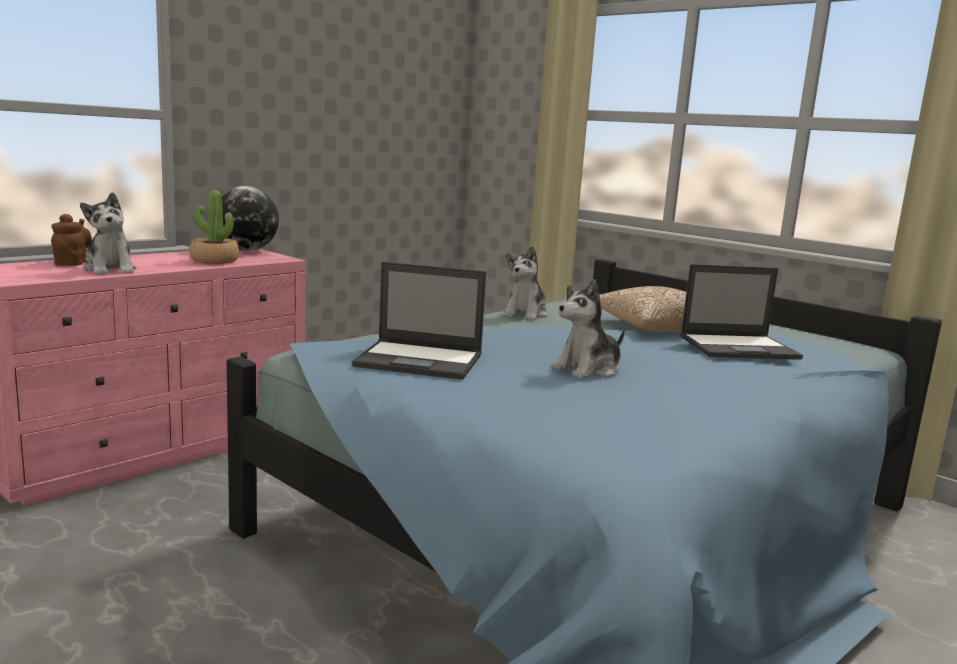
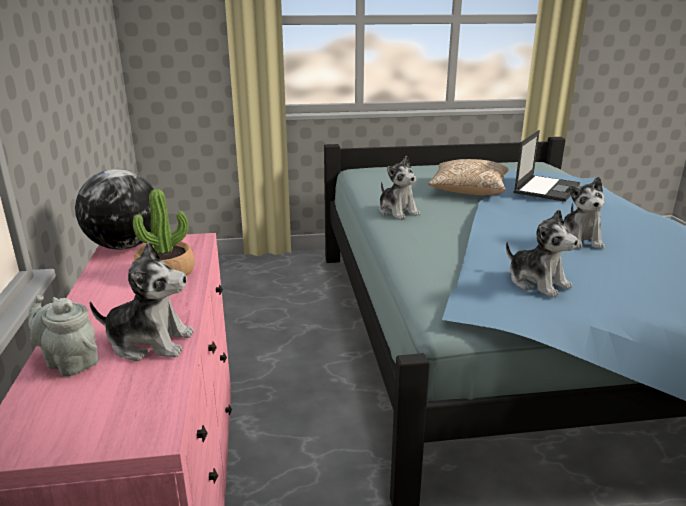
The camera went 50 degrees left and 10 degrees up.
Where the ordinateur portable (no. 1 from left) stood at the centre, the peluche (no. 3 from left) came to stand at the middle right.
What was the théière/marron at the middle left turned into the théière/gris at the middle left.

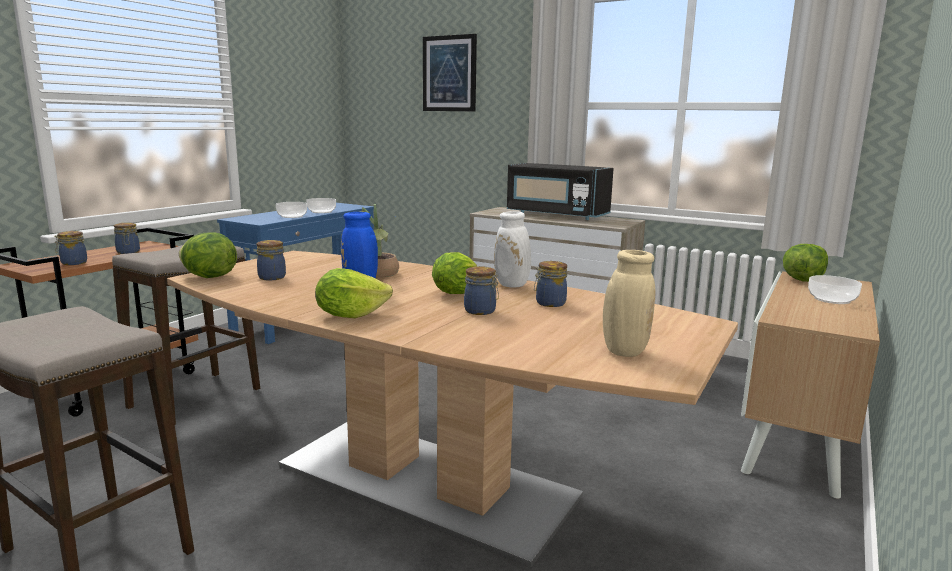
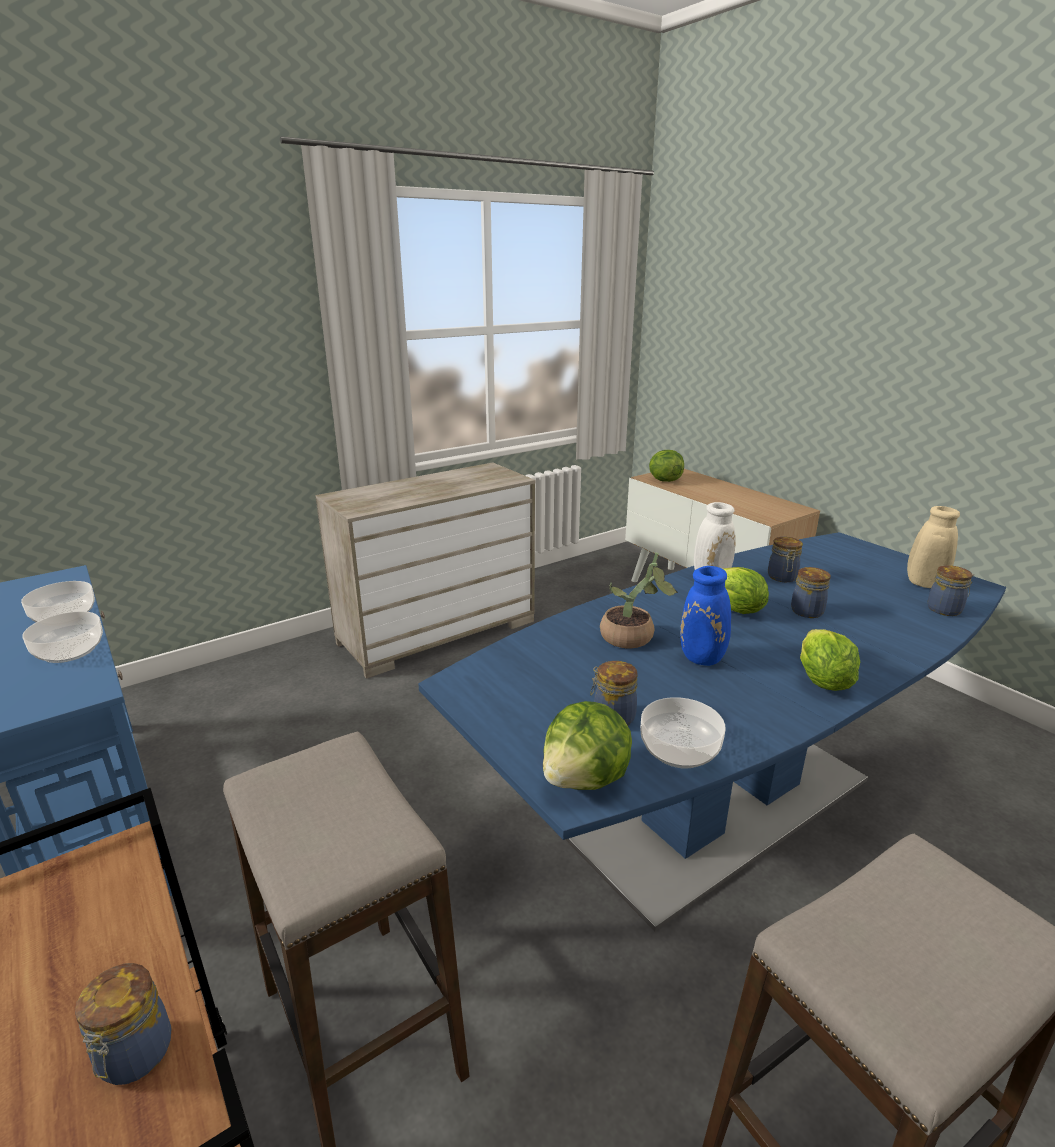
The camera went 65 degrees left and 10 degrees up.
The second view lost the tableau at the top centre.
The second view lost the micro-ondes/noir at the centre.
The bocal (no. 2 from left in the first image) ended up elsewhere, having gone from the middle left to the middle right.
The bol (no. 3 from left) ended up elsewhere, having gone from the middle right to the centre.
What was the table à manger/marron at the bottom centre turned into the table à manger/bleu at the middle right.

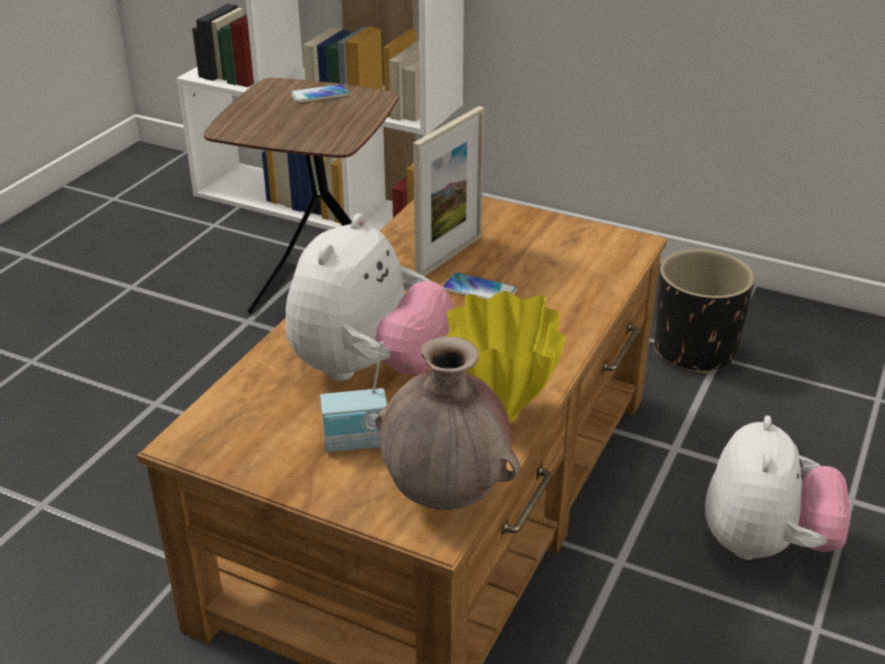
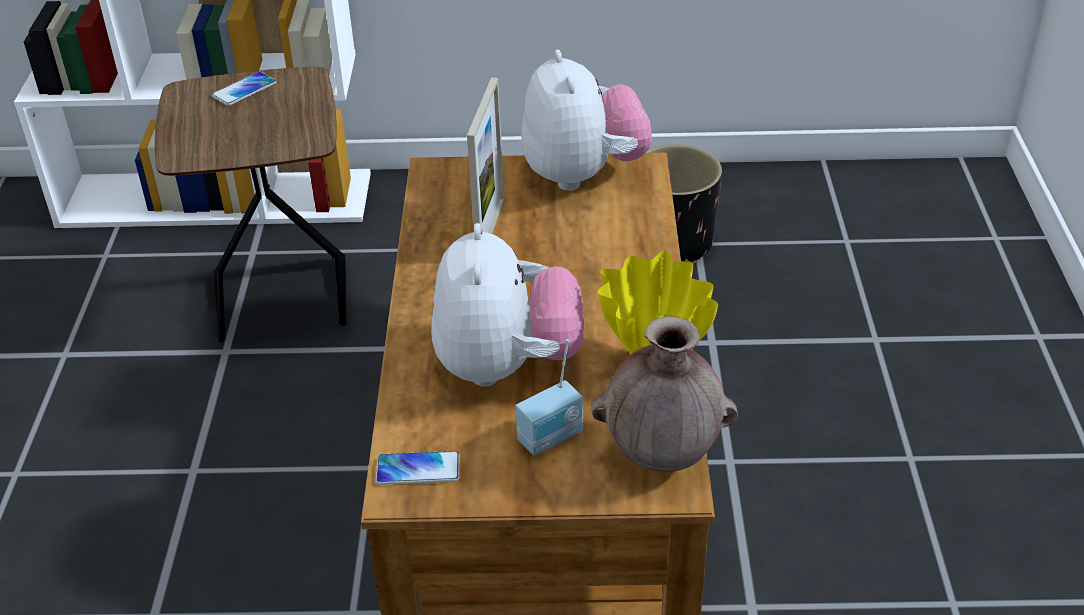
The camera went 25 degrees left and 5 degrees up.
The téléphone (no. 2 from left) ended up elsewhere, having gone from the centre to the bottom centre.
The peluche (no. 2 from left) ended up elsewhere, having gone from the bottom right to the top centre.

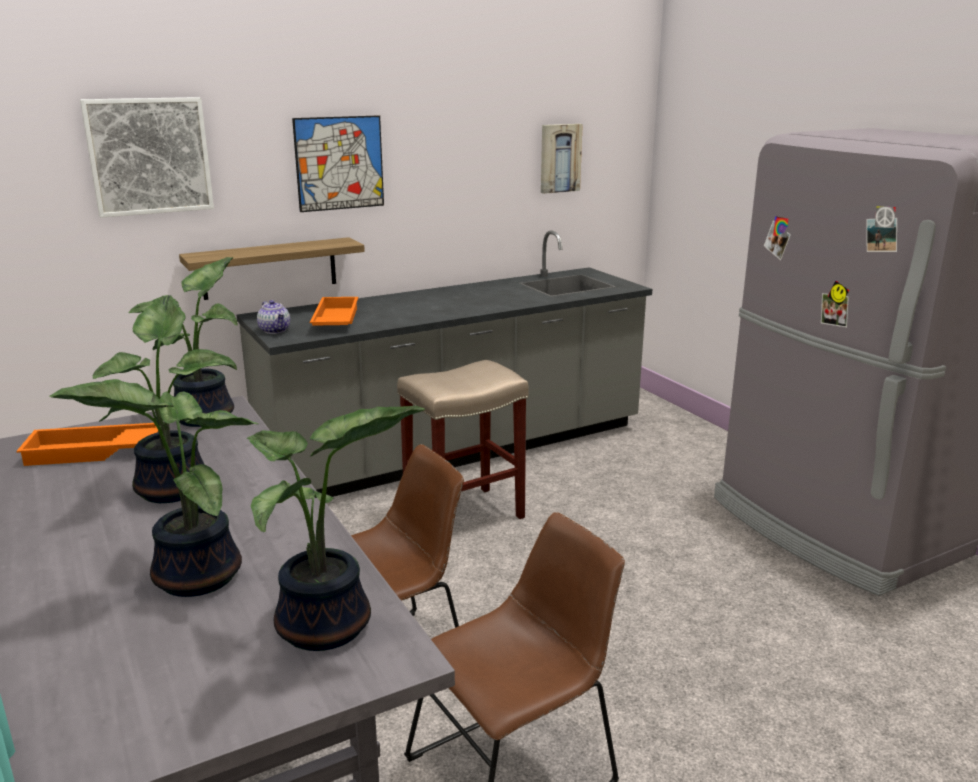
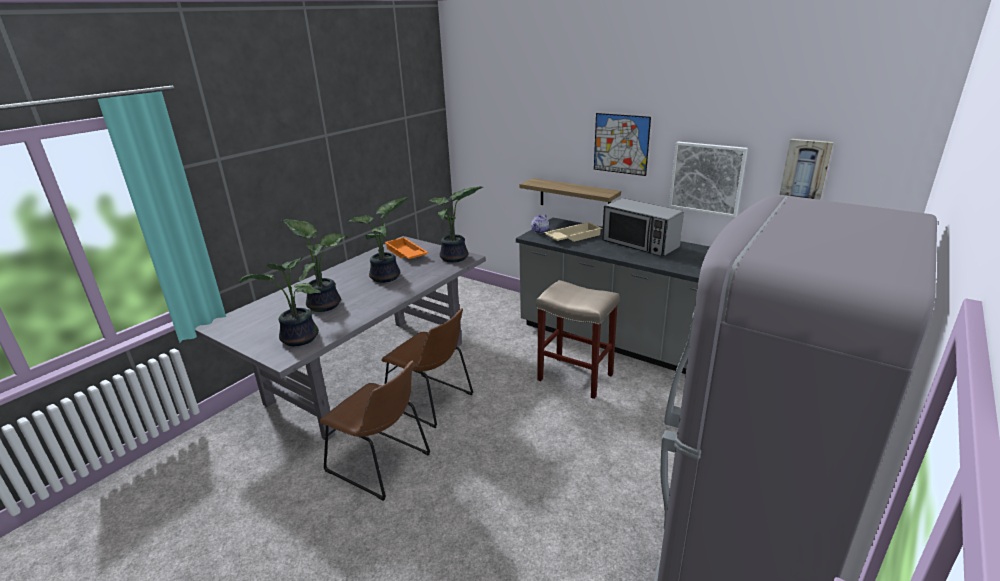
The camera went 65 degrees right and 5 degrees up.
The second view gained the micro-ondes at the centre.
The tableau (no. 1 from left in the first image) ended up elsewhere, having gone from the top left to the top right.
What was the plateau/orange (no. 2 from left) at the centre turned into the plateau/beige at the centre.

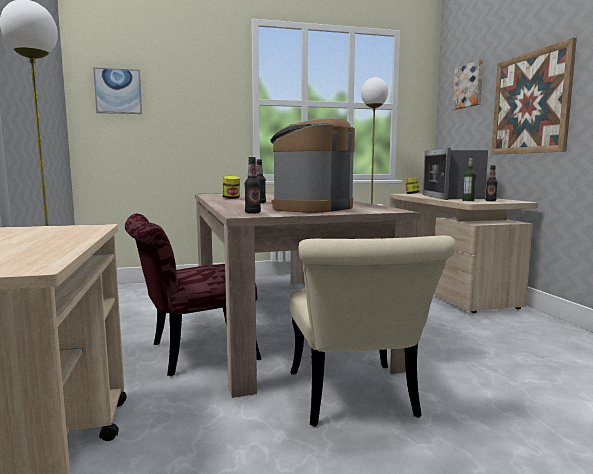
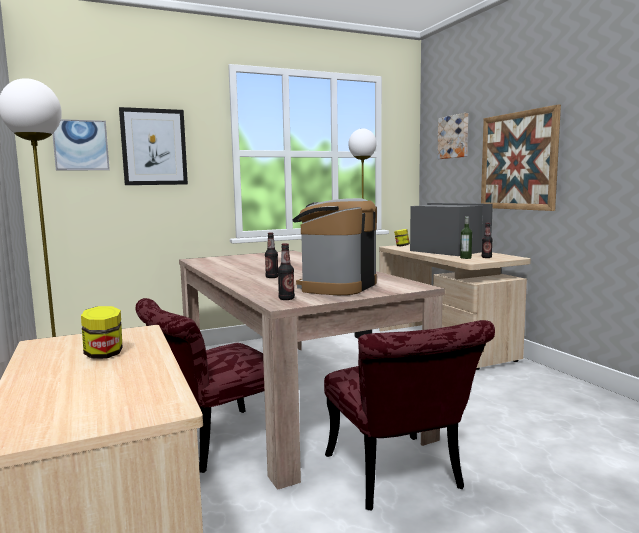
The camera went 10 degrees left and 0 degrees up.
The second view gained the tableau (no. 2 from left) at the top left.
The bocal (no. 1 from left) ended up elsewhere, having gone from the centre to the middle left.
What was the chaise/beige at the bottom centre turned into the chaise/rouge (no. 2 from left) at the bottom centre.
The micro-ondes at the middle right ended up facing another way, 150 degrees clockwise from before.

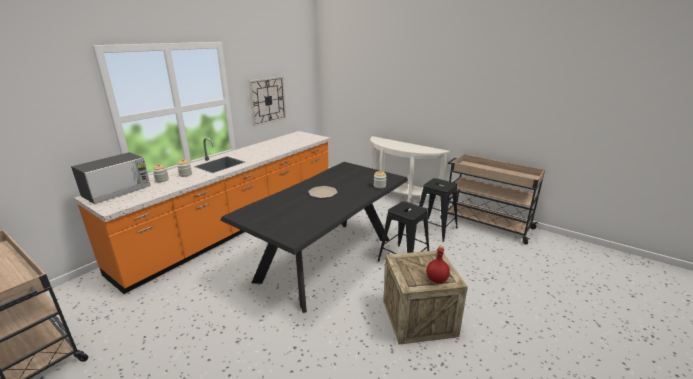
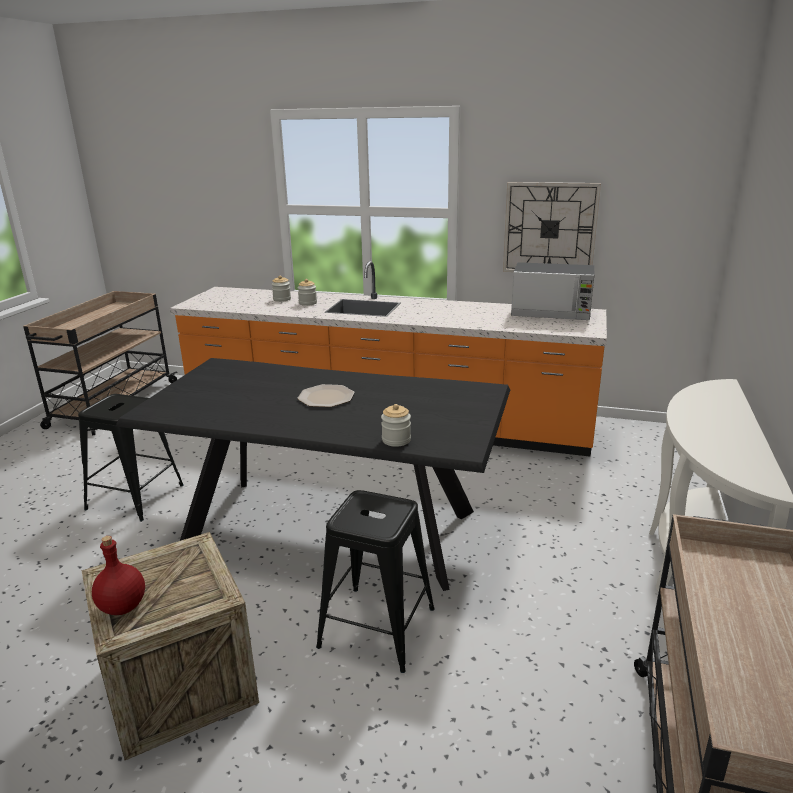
The camera went 70 degrees right and 0 degrees up.
The micro-ondes ended up elsewhere, having gone from the middle left to the middle right.
The tabouret/noir (no. 2 from left in the first image) ended up elsewhere, having gone from the centre to the middle left.

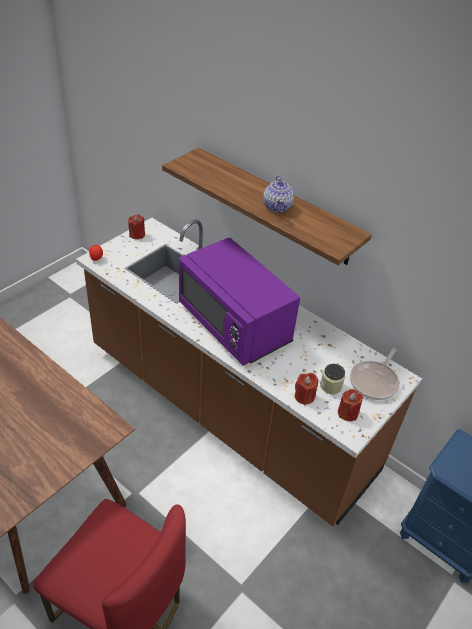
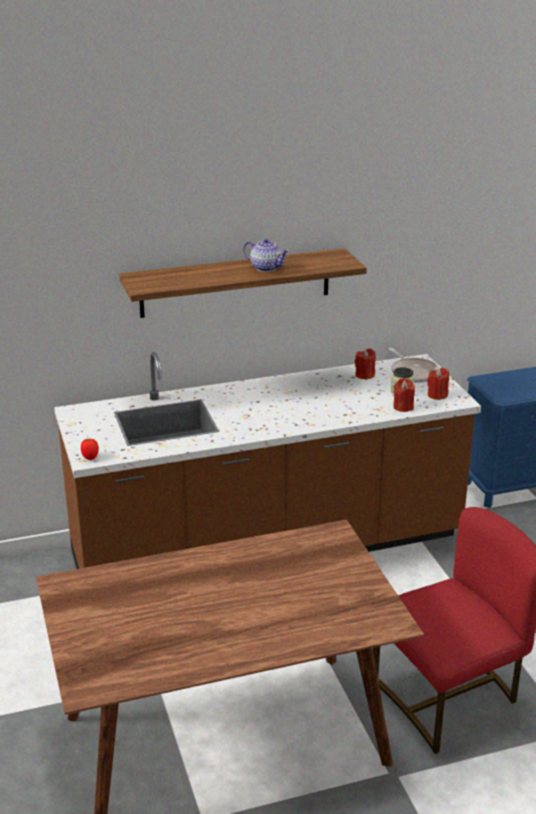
The camera went 55 degrees left and 15 degrees down.
The second view lost the micro-ondes/violet at the centre.
The bougie/rouge (no. 1 from left) ended up elsewhere, having gone from the middle left to the middle right.

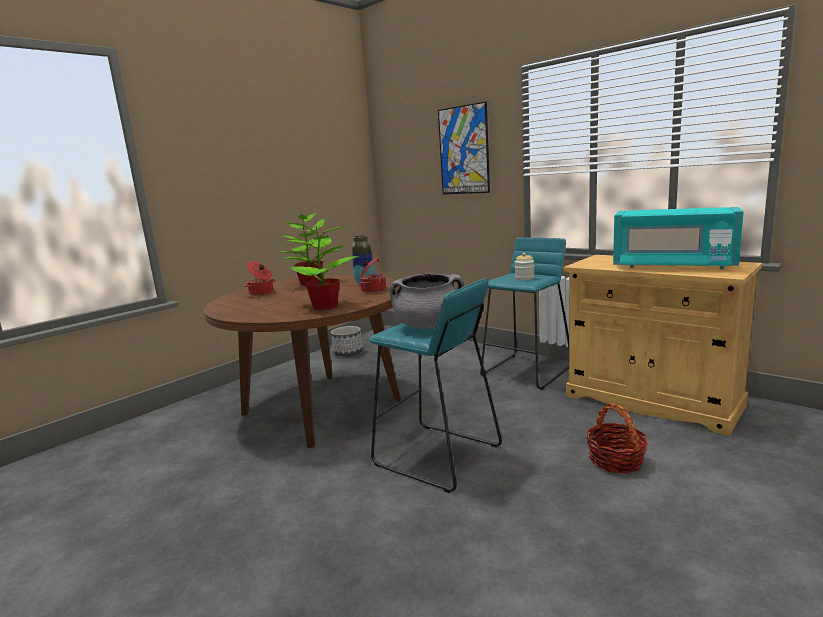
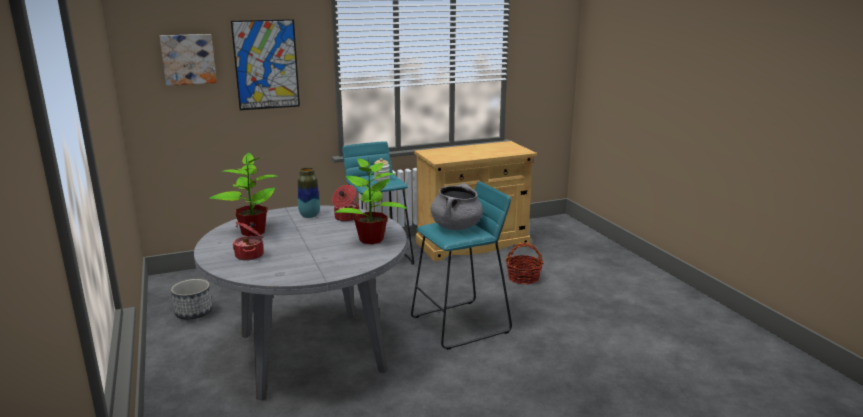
The camera went 65 degrees left and 5 degrees up.
The second view lost the micro-ondes/turquoise at the middle right.
The second view gained the tableau (no. 1 from left) at the top left.
What was the table à manger/marron at the centre turned into the table à manger/gris at the bottom centre.

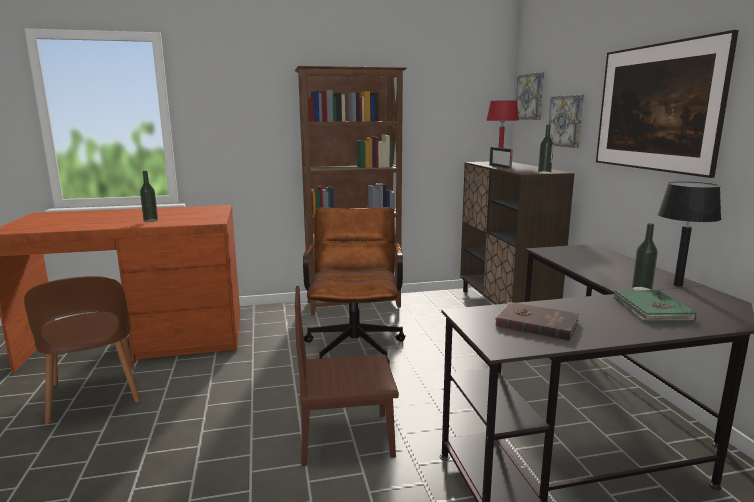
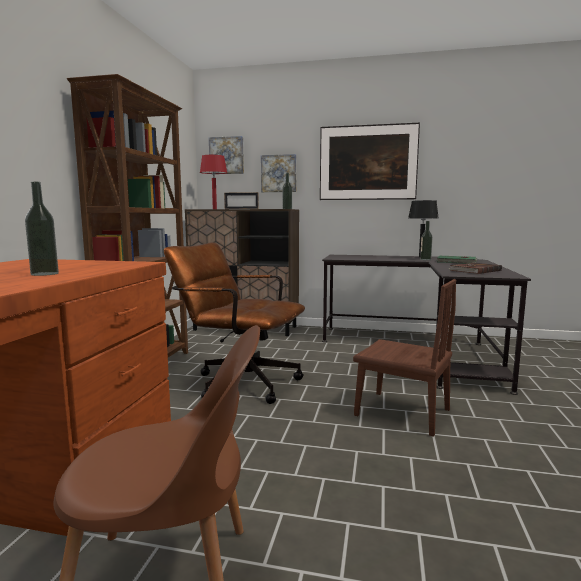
The camera went 65 degrees left and 5 degrees down.
The chaise/marron (no. 2 from left) at the bottom centre ended up facing another way, 75 degrees counterclockwise from before.

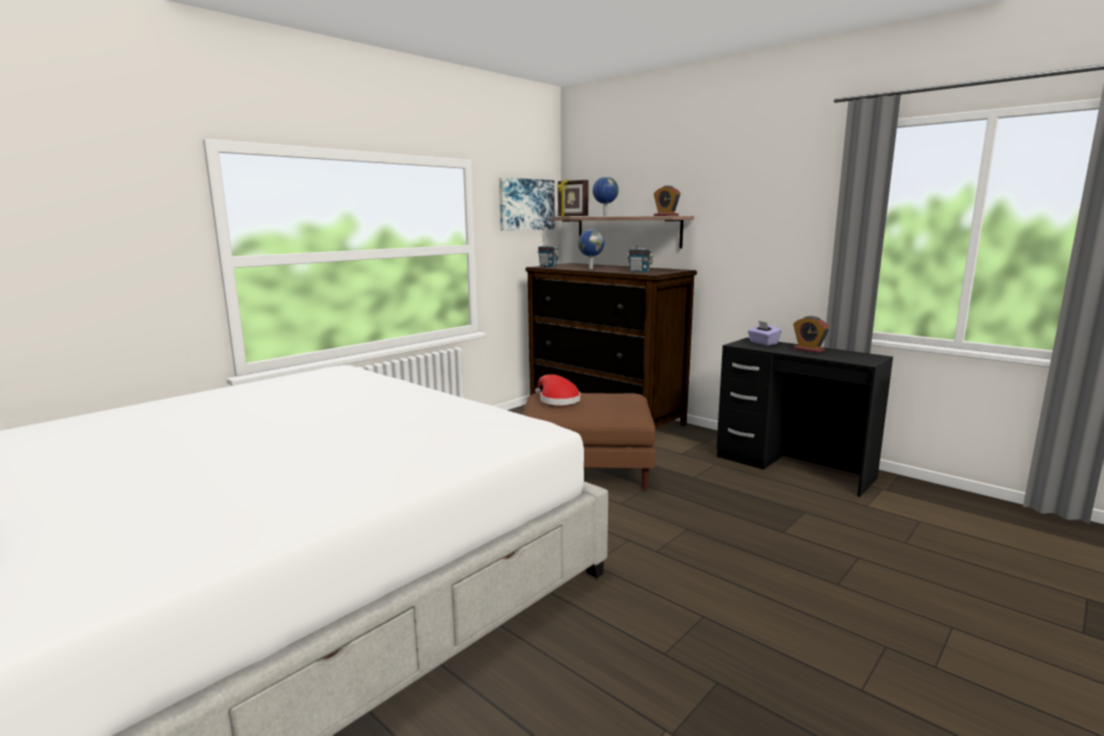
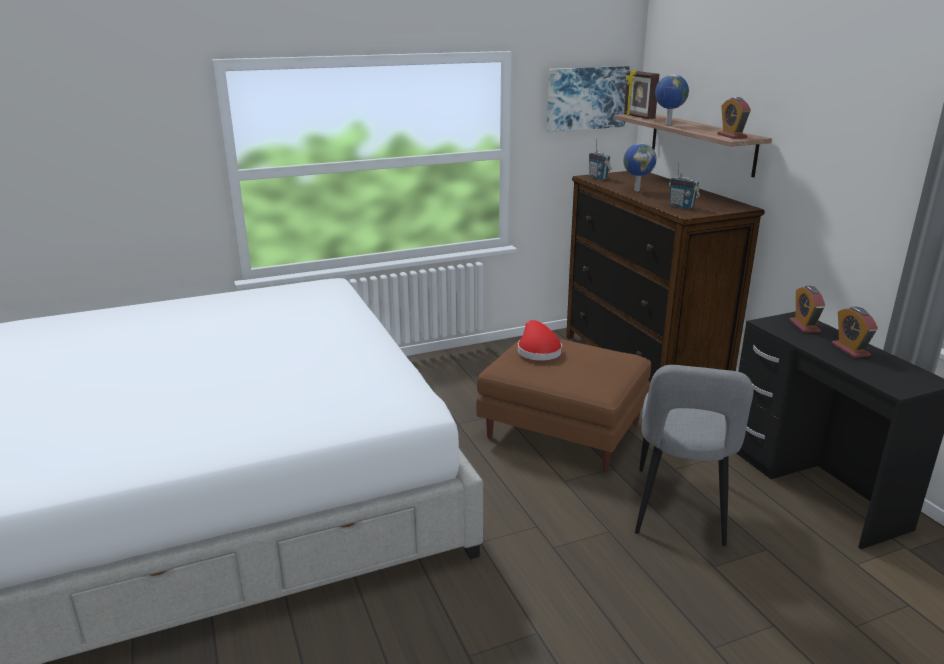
The camera went 25 degrees right and 10 degrees up.
The second view gained the chaise/gris at the bottom right.
Where the boîte à mouchoirs/violet stood at the middle right, the réveil (no. 2 from left) came to stand at the middle right.

